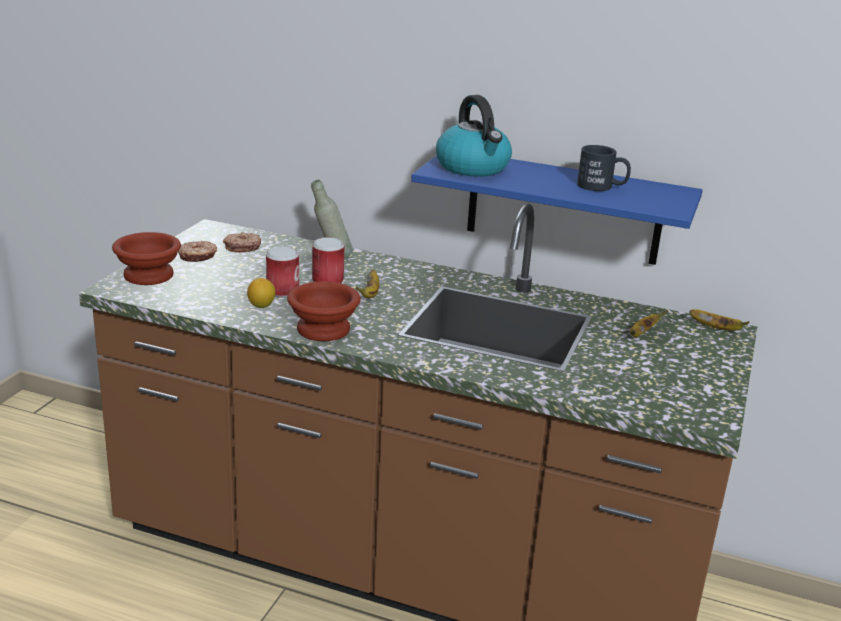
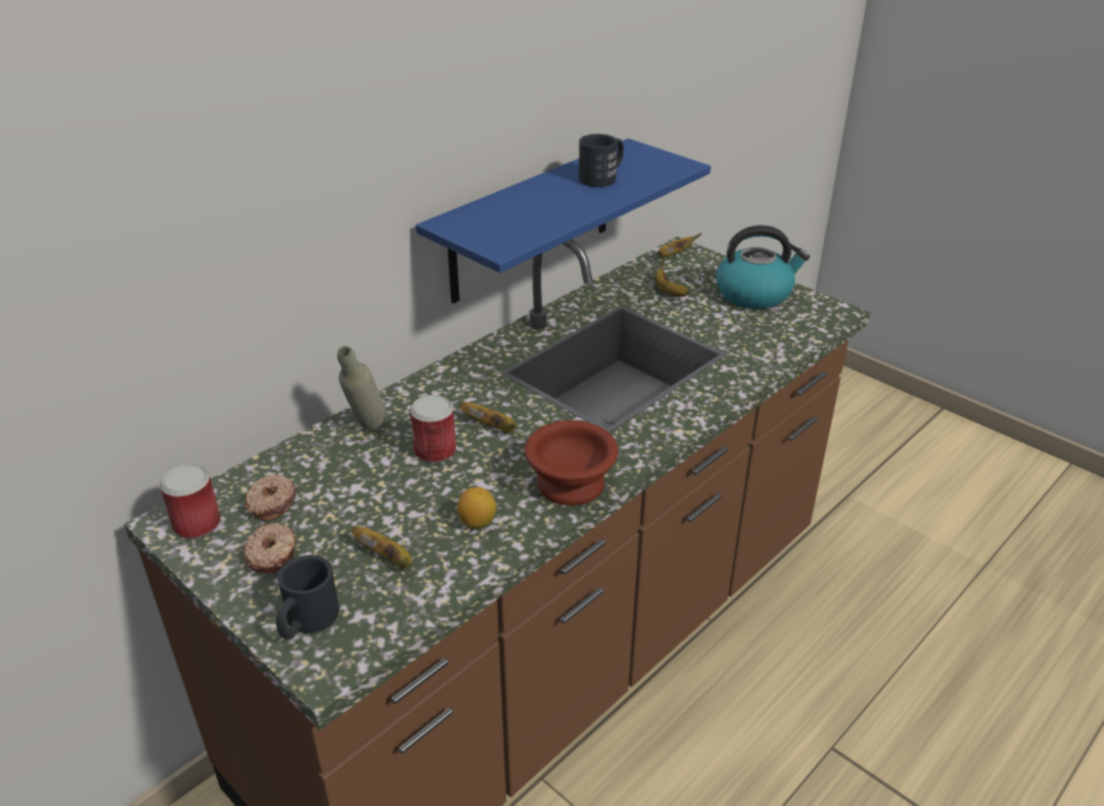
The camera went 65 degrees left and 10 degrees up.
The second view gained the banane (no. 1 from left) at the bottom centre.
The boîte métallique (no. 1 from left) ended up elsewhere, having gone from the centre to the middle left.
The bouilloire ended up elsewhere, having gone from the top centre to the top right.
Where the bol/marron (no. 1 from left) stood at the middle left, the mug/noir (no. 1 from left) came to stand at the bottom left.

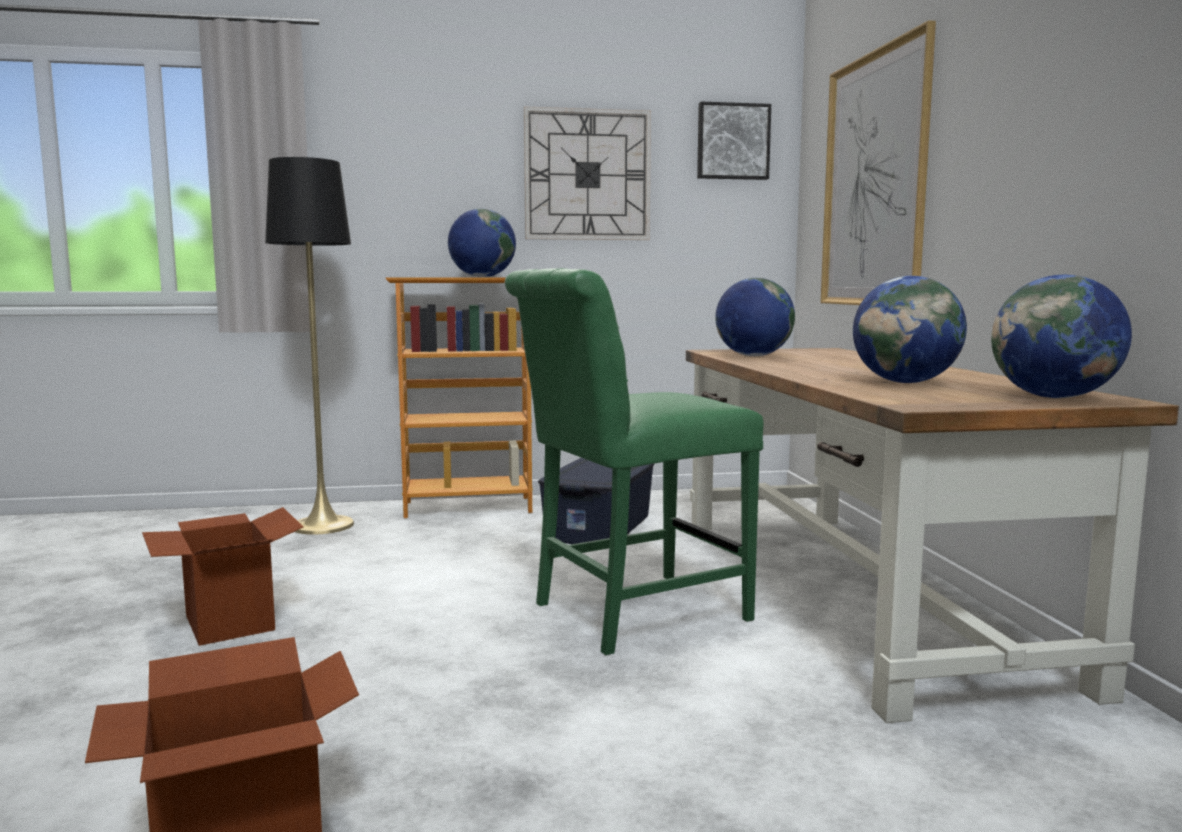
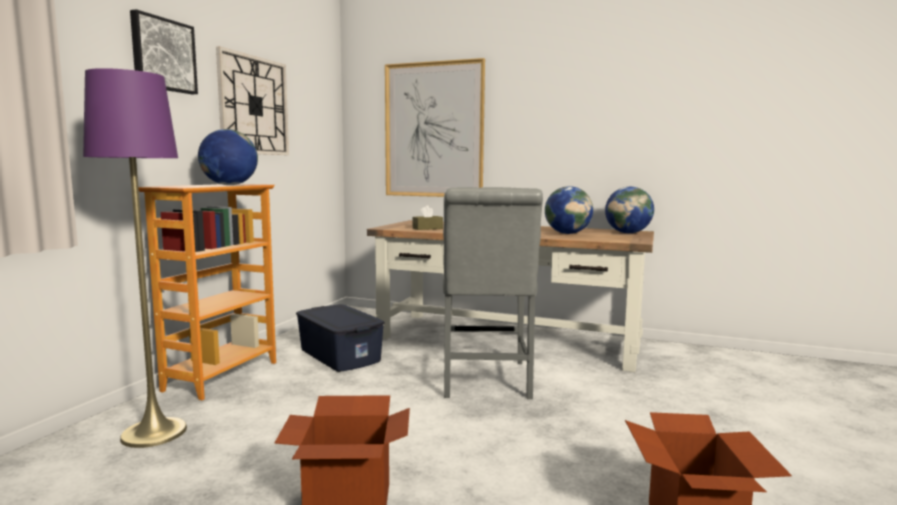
The camera went 60 degrees left and 0 degrees up.
The tableau (no. 1 from left) ended up elsewhere, having gone from the top centre to the top left.
Where the globe (no. 2 from left) stood at the centre, the boîte à mouchoirs/marron came to stand at the centre.
What was the lampadaire/noir at the middle left turned into the lampadaire/violet at the middle left.
What was the chaise/vert at the centre turned into the chaise/gris at the centre.

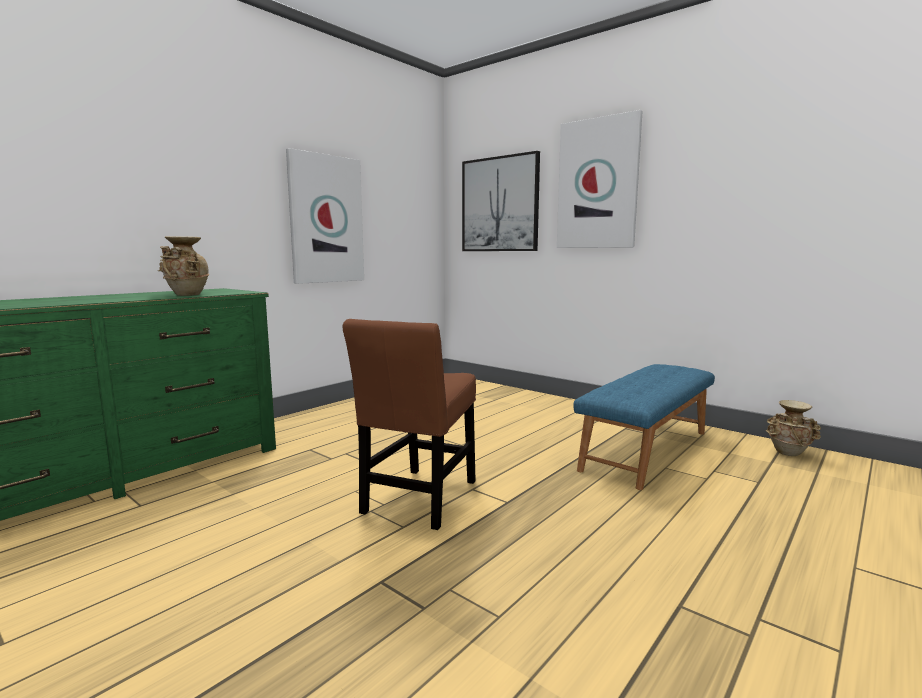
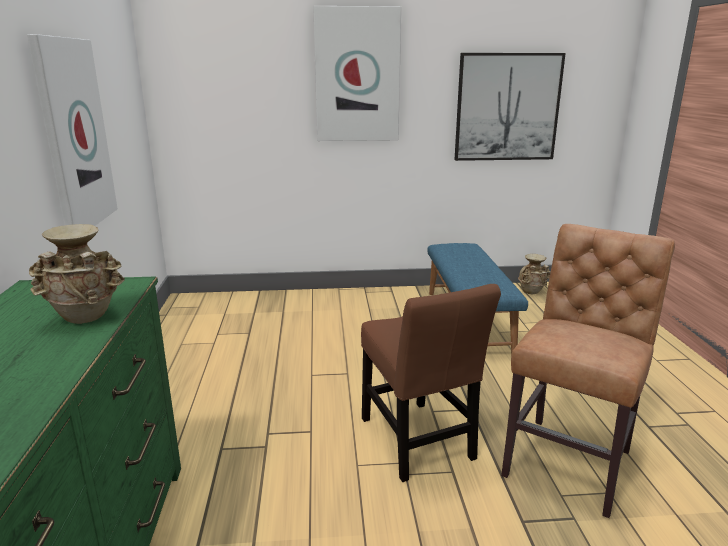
The camera went 45 degrees left and 10 degrees up.
The second view gained the chaise/marron (no. 2 from left) at the bottom right.
The tableau (no. 2 from left in the first image) ended up elsewhere, having gone from the top centre to the top right.

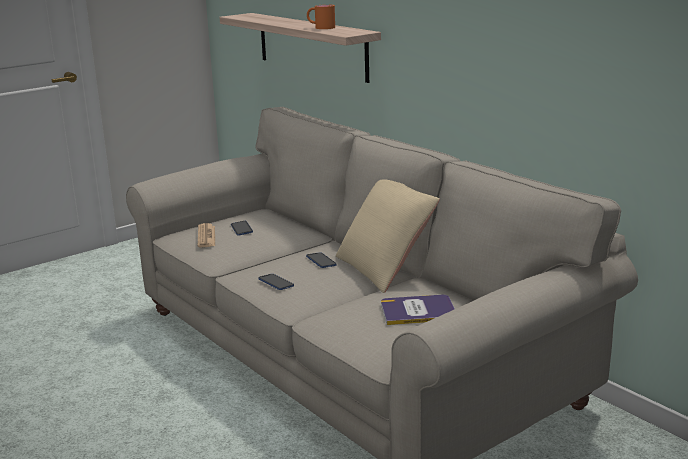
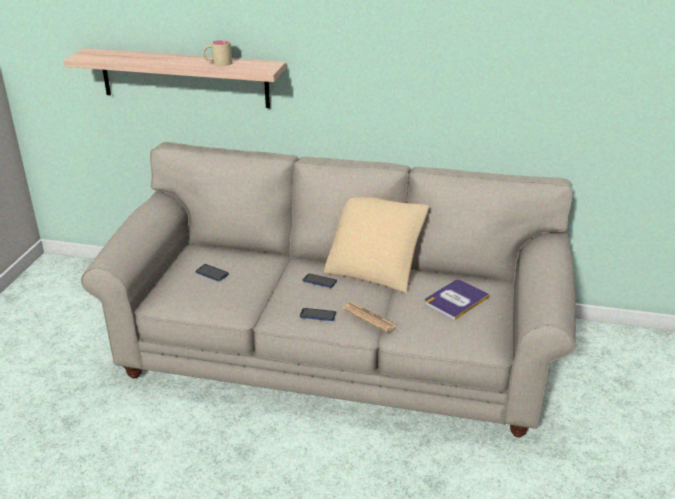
The camera went 40 degrees left and 10 degrees up.
The journal ended up elsewhere, having gone from the middle left to the centre.
What was the mug/orange at the top centre turned into the mug/beige at the top left.

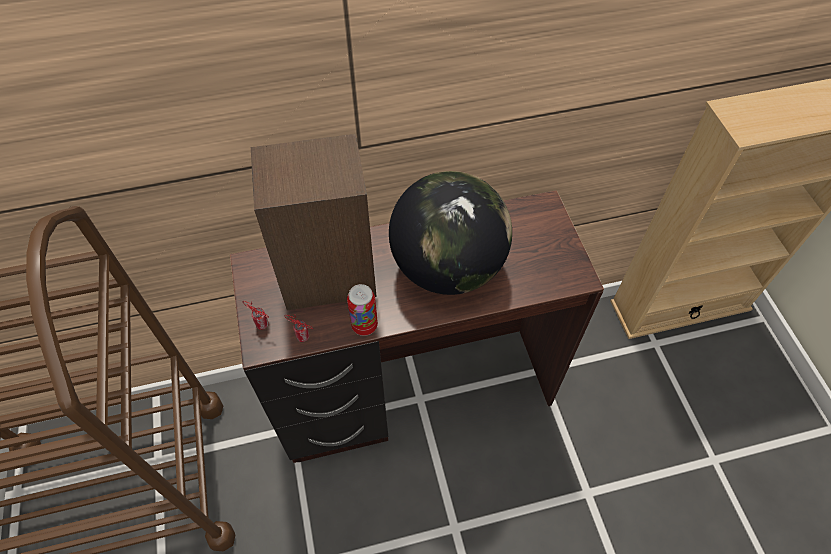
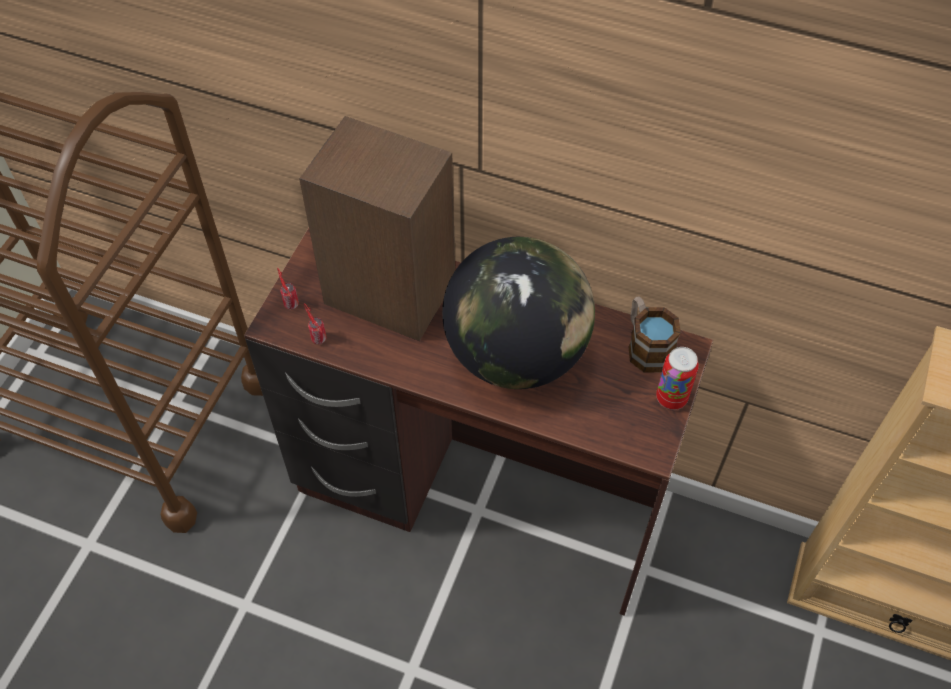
The camera went 35 degrees right and 0 degrees up.
The second view gained the mug at the middle right.
The boîte métallique (no. 3 from left) ended up elsewhere, having gone from the centre to the middle right.

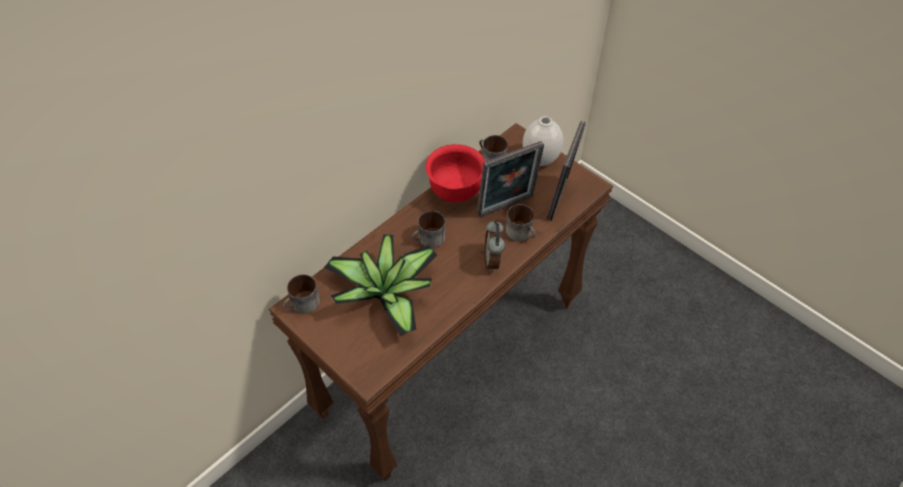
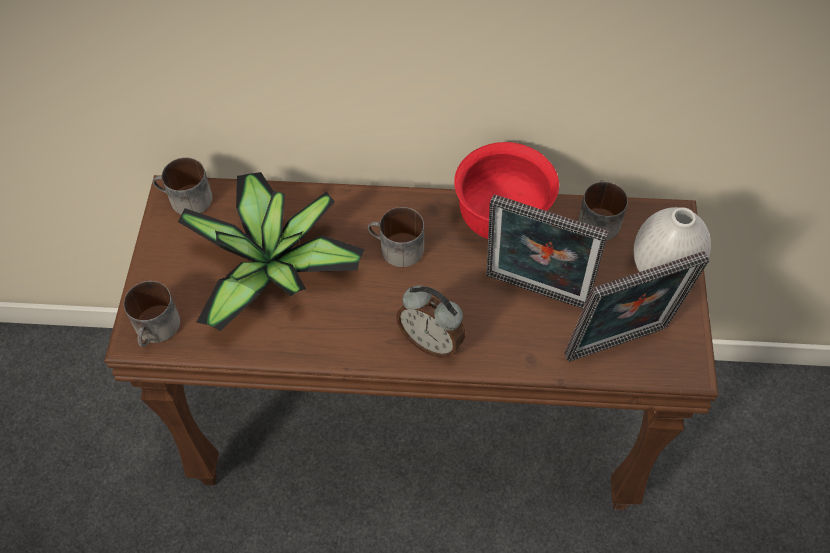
The camera went 50 degrees right and 5 degrees up.
The mug (no. 4 from left in the first image) ended up elsewhere, having gone from the centre to the middle left.
The réveil at the centre ended up facing another way, 105 degrees counterclockwise from before.

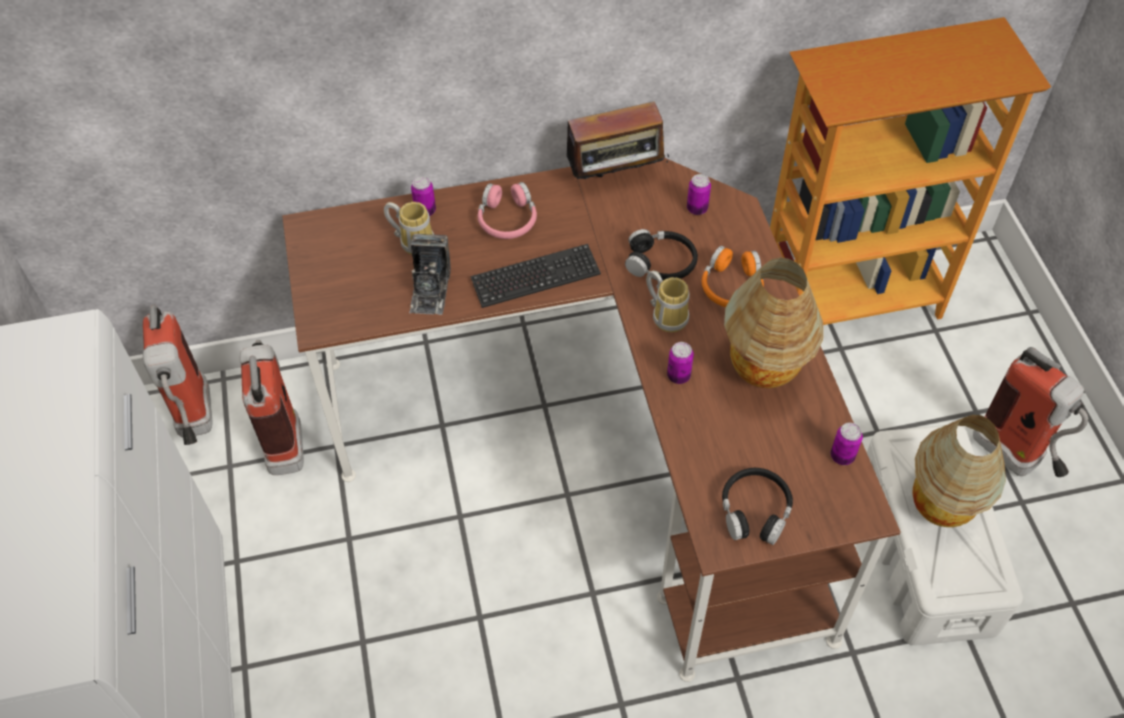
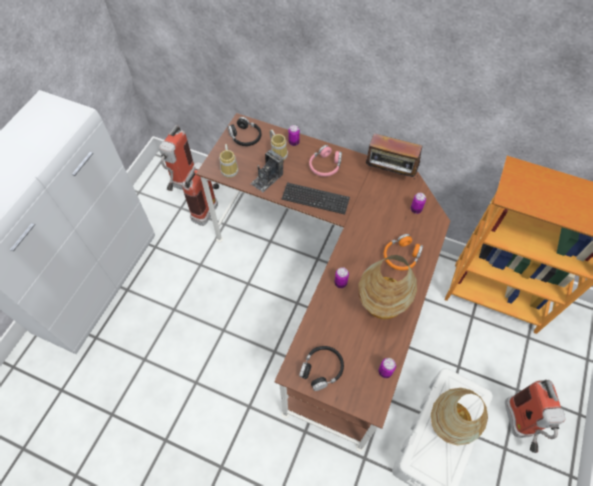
The camera went 35 degrees right and 5 degrees up.
The casque audio/noir (no. 1 from left) ended up elsewhere, having gone from the centre to the top centre.
The mug (no. 2 from left in the first image) ended up elsewhere, having gone from the centre to the top centre.

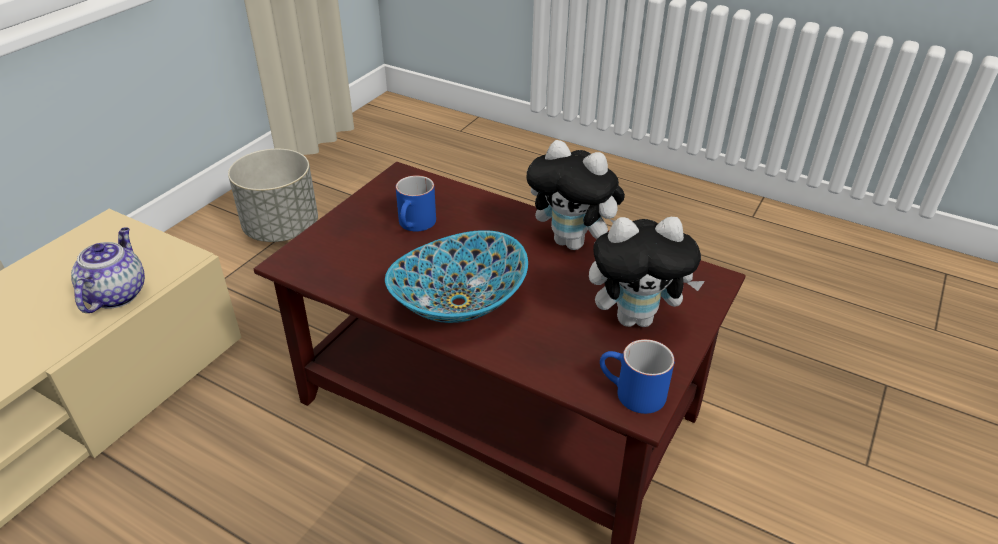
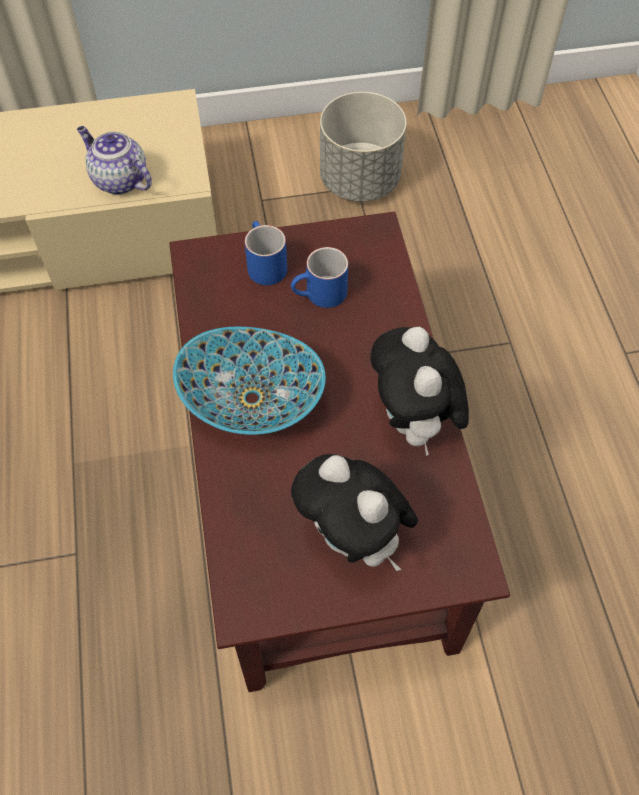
The camera went 50 degrees right and 20 degrees up.
The mug/bleu (no. 2 from left in the first image) ended up elsewhere, having gone from the bottom centre to the top centre.
The théière at the middle left ended up facing another way, 105 degrees counterclockwise from before.

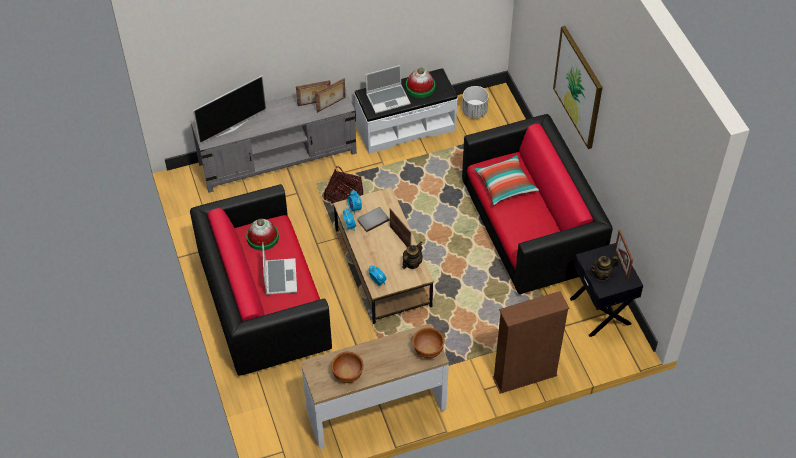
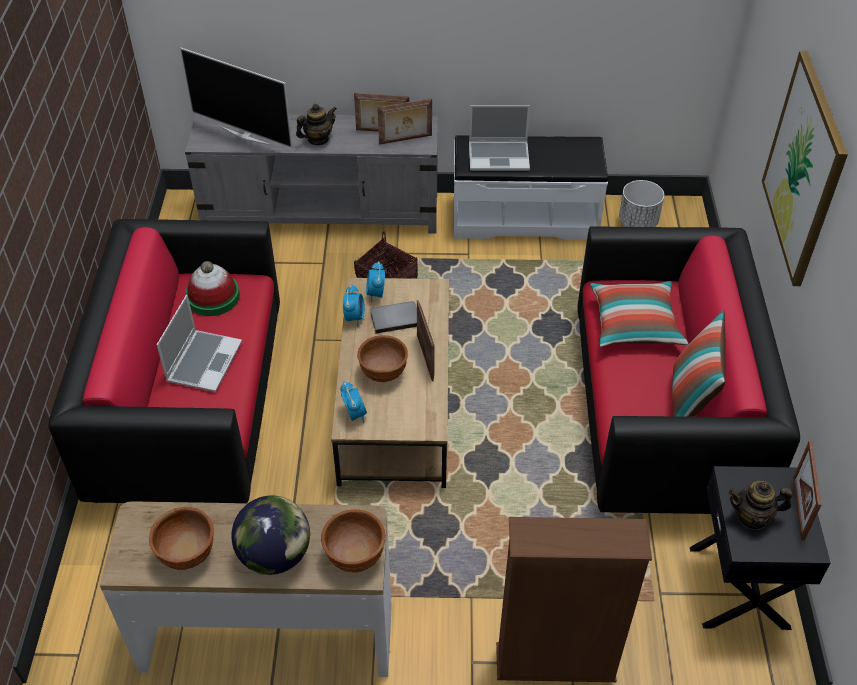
The camera went 20 degrees right and 5 degrees down.
The second view lost the chapeau (no. 2 from left) at the top centre.
The second view gained the globe at the bottom left.
The second view gained the bol/marron (no. 3 from left) at the centre.
The second view gained the coussin (no. 2 from left) at the middle right.
The théière (no. 1 from left) ended up elsewhere, having gone from the centre to the top centre.
The téléviseur at the top left ended up facing another way, 45 degrees clockwise from before.

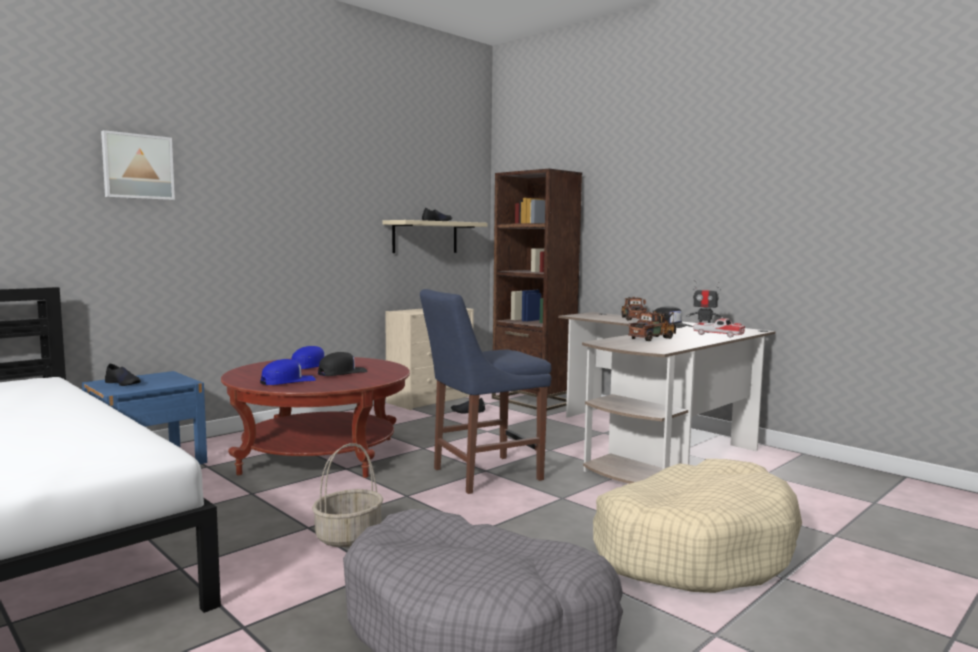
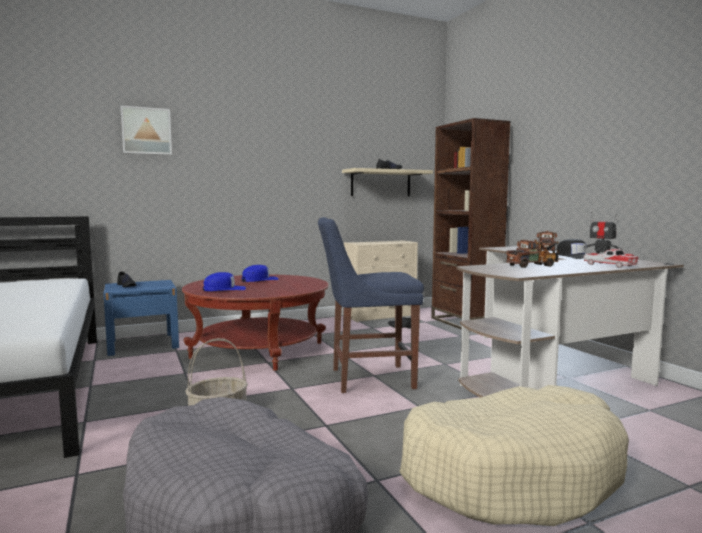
The camera went 20 degrees right and 0 degrees up.
The second view lost the casquette/noir (no. 1 from left) at the centre.

